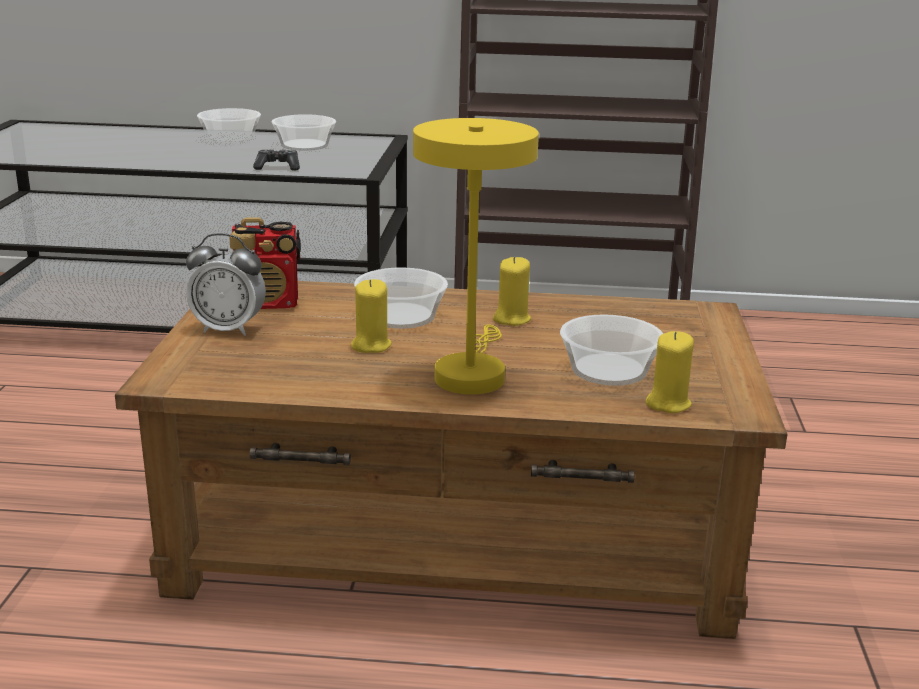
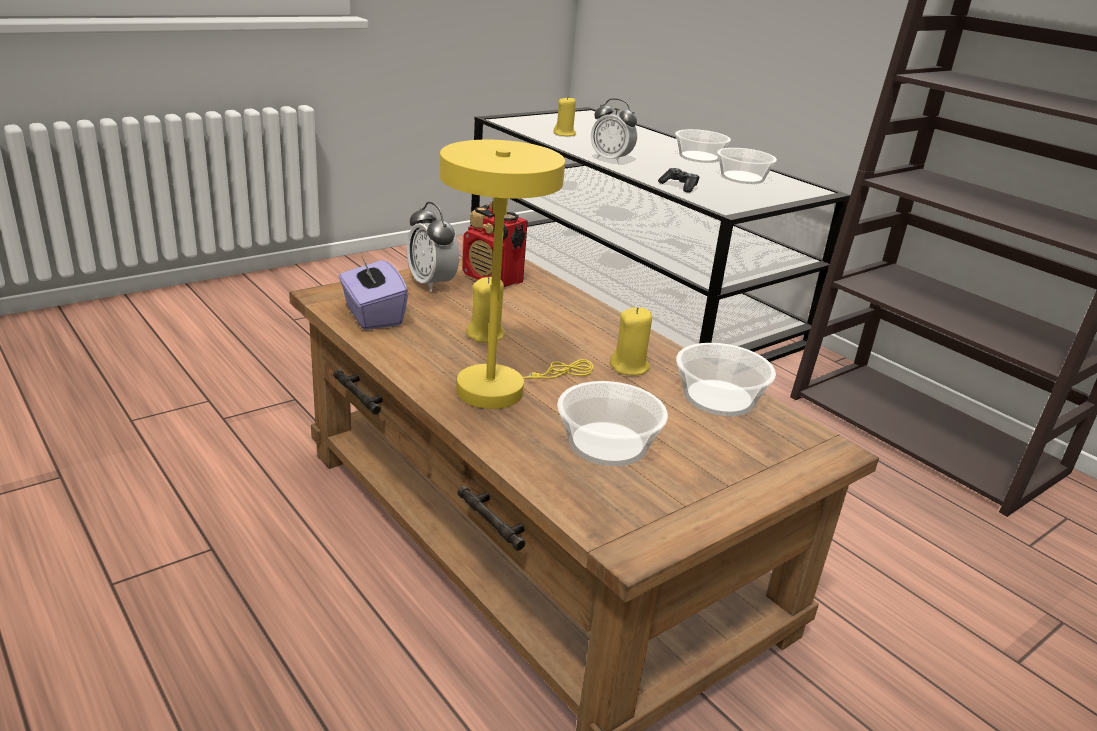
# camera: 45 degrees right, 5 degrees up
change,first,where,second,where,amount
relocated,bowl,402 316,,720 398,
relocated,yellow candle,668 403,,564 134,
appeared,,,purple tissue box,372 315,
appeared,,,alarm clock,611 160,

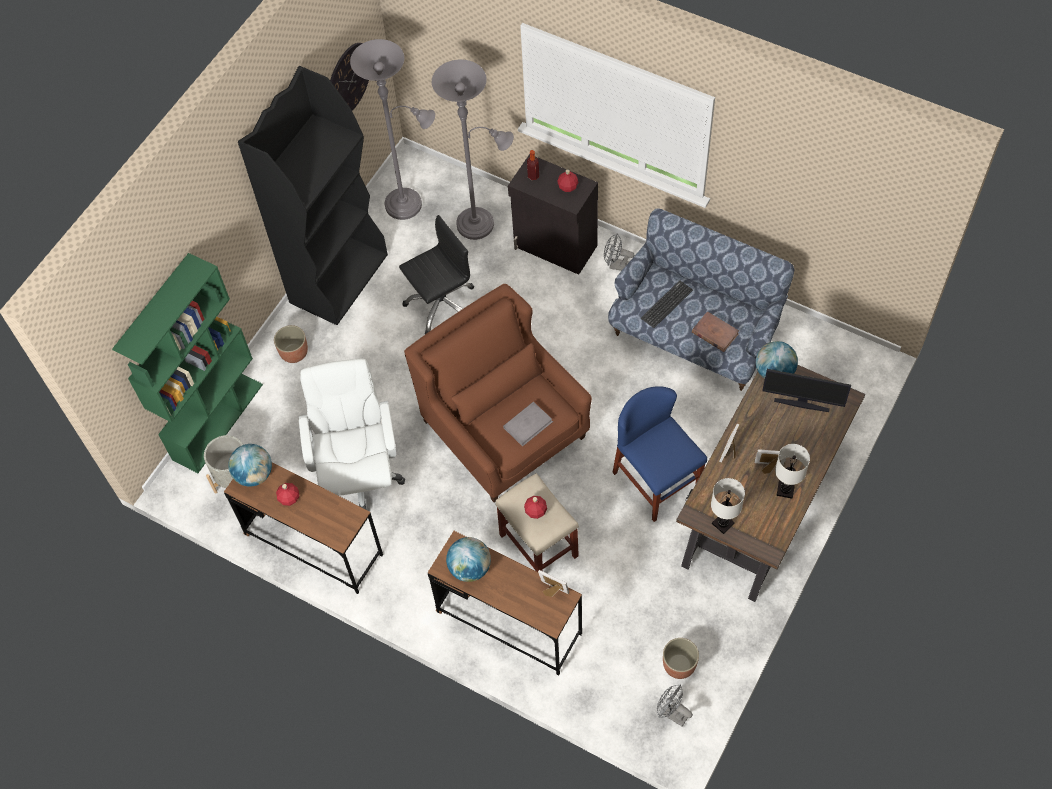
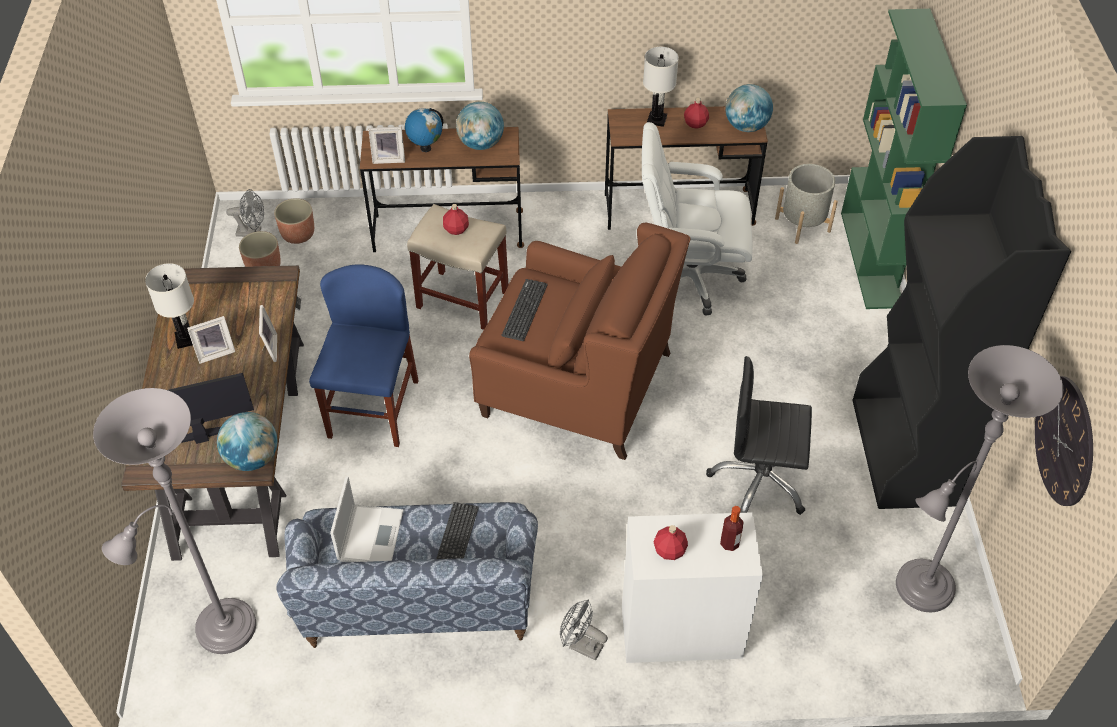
# camera: 145 degrees right, 10 degrees down
change,first,where,second,where,amount
relocated,planter,294 352,,298 234,
spun,white office chair,359 475,,689 277,135 degrees clockwise
spun,black office chair,441 304,,759 481,75 degrees clockwise
relocated,grey floor lamp,480 223,,218 632,
exchanged,grey book,528 425,keyboard,524 310,
colour,black cabinet,555 247,white cabinet,680 630,
spun,grey fan,616 265,,581 645,135 degrees counterclockwise
spun,blue chair,656 482,,373 409,105 degrees counterclockwise
exchanged,brown book,714 333,laptop,370 534,
relocated,white table lamp,723 523,,656 120,
appeared,,,globe,425 148,

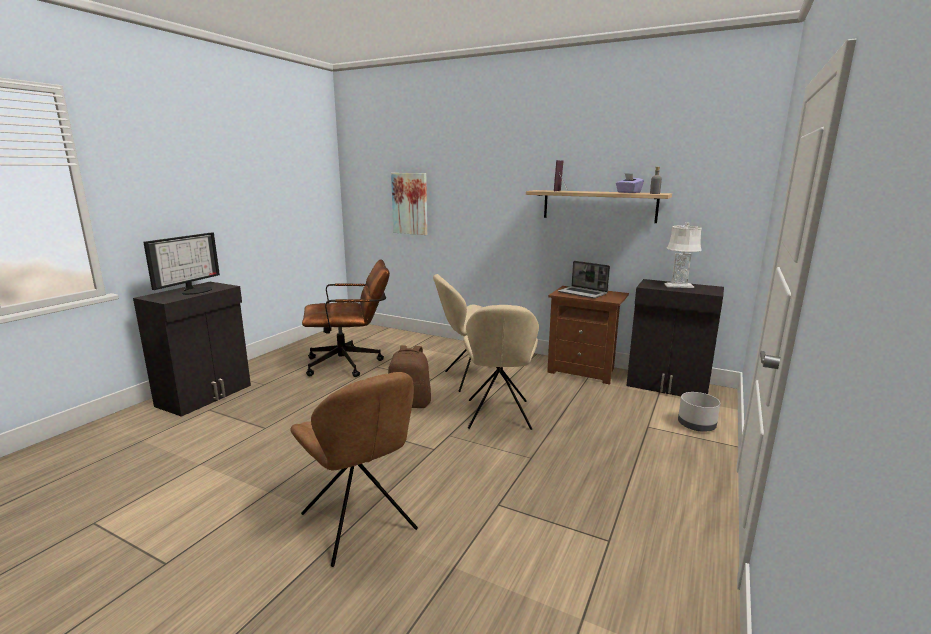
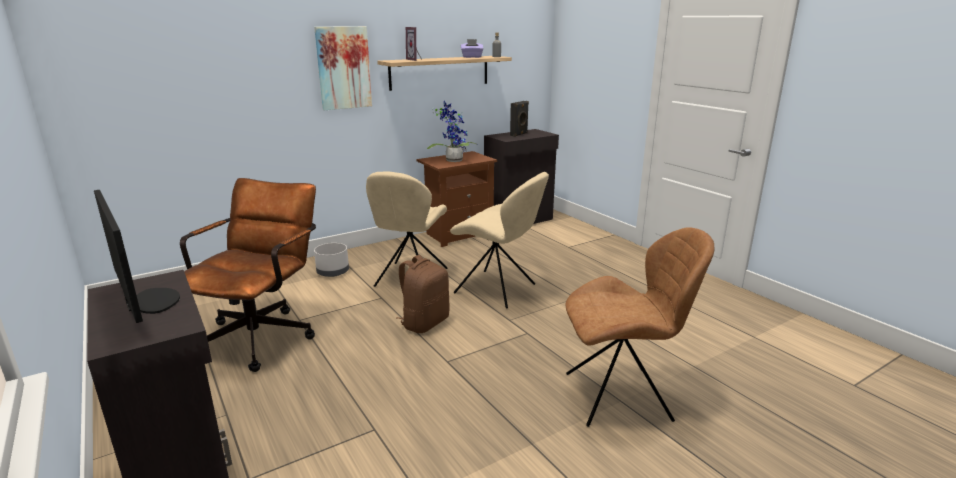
# camera: 60 degrees left, 5 degrees up
change,first,where,second,where,amount
relocated,picture,410 203,,343 68,
exchanged,laptop,583 293,potted plant,453 160,
exchanged,white table lamp,679 286,black speaker,519 134,
relocated,grey planter,697 425,,333 272,

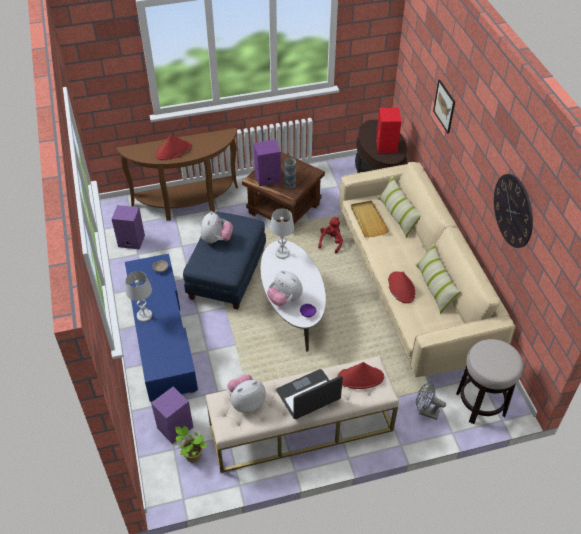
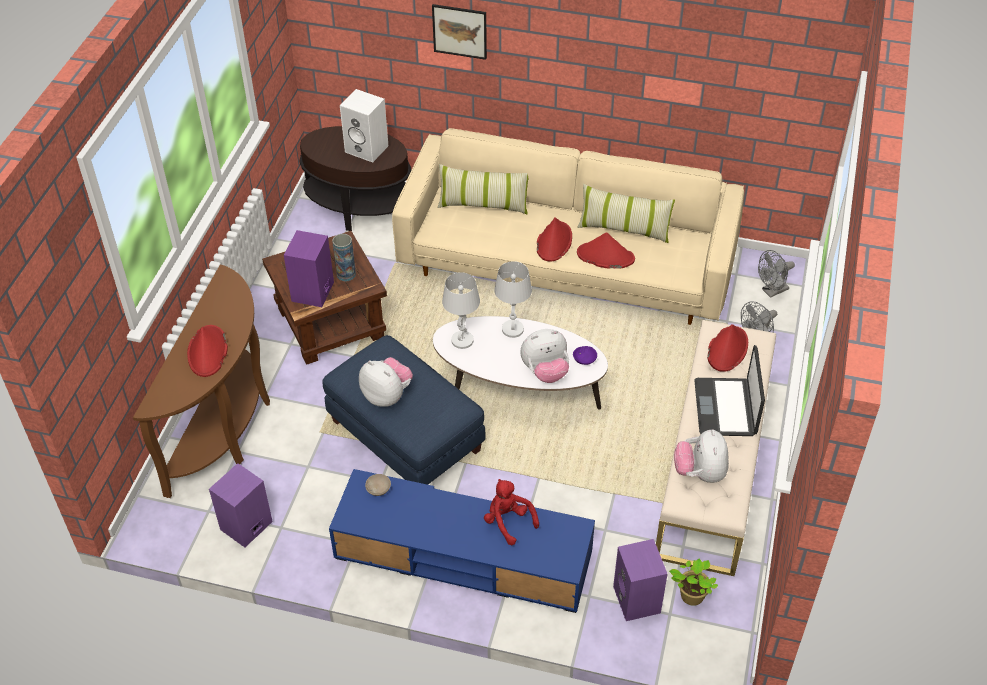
# camera: 60 degrees left, 0 degrees up
change,first,where,second,where,amount
relocated,white table lamp,144 315,,512 329,
relocated,red plush toy,331 242,,508 521,
missing,beige tray,368 220,,,
colour,red speaker,387 146,white speaker,368 148,
exchanged,stool,481 404,grey fan,772 291,
missing,wall clock,513 210,,,
appeared,,,red hat,554 242,

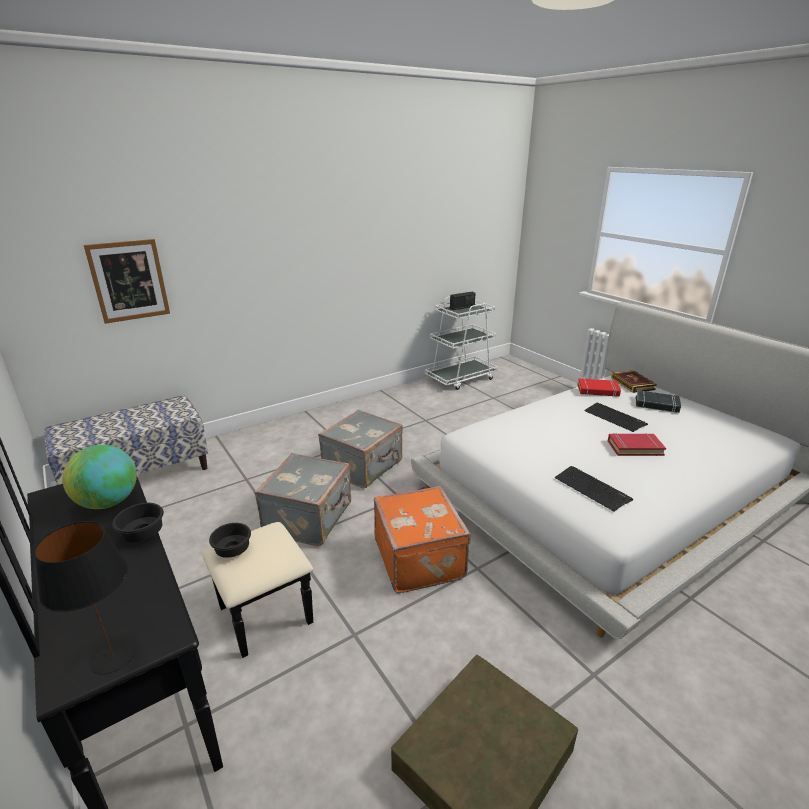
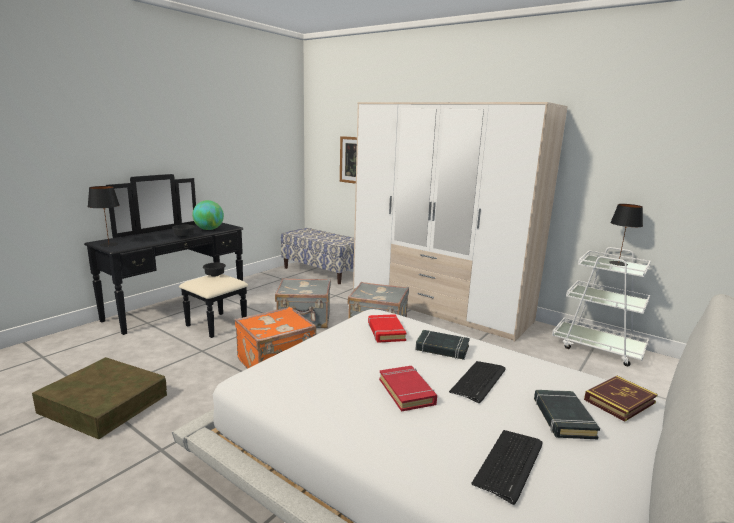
# camera: 70 degrees right, 10 degrees down
change,first,where,second,where,amount
exchanged,radio,462 307,black table lamp,618 263,
relocated,keyboard,592 488,,509 464,
relocated,red book,598 390,,386 331,
appeared,,,wardrobe,438 307,
appeared,,,black book,442 348,

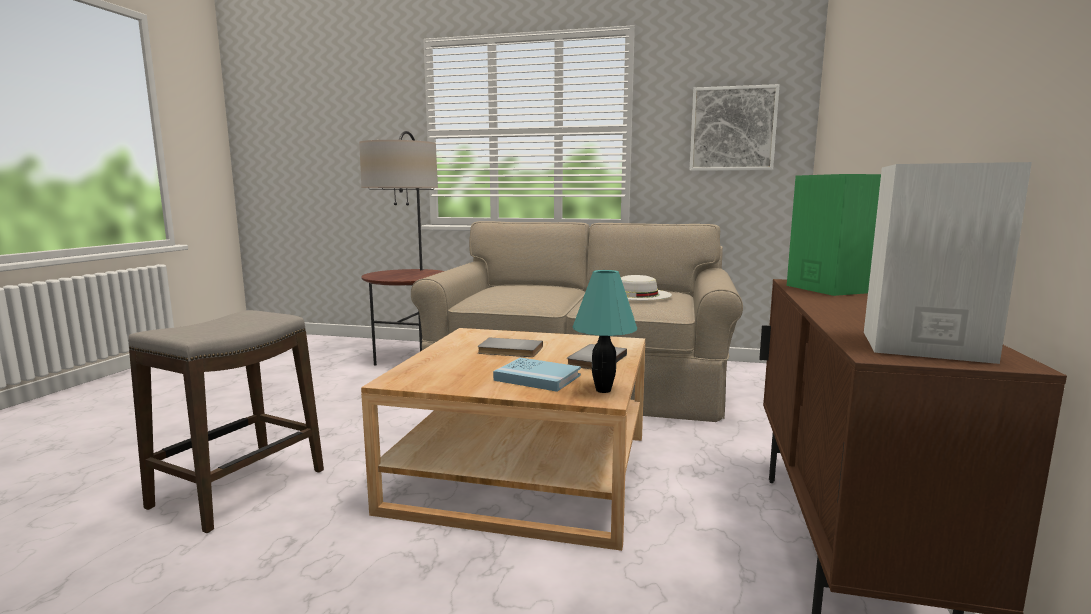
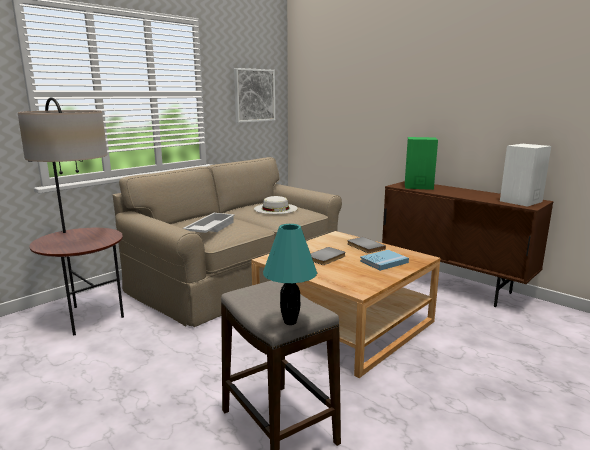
# camera: 60 degrees left, 5 degrees up
change,first,where,second,where,amount
relocated,turquoise table lamp,604 390,,290 322,
appeared,,,white tray,210 228,

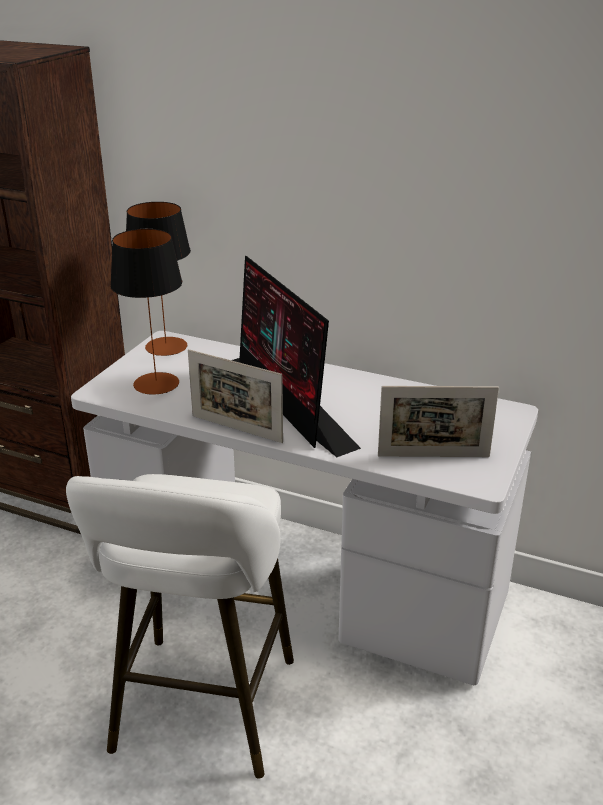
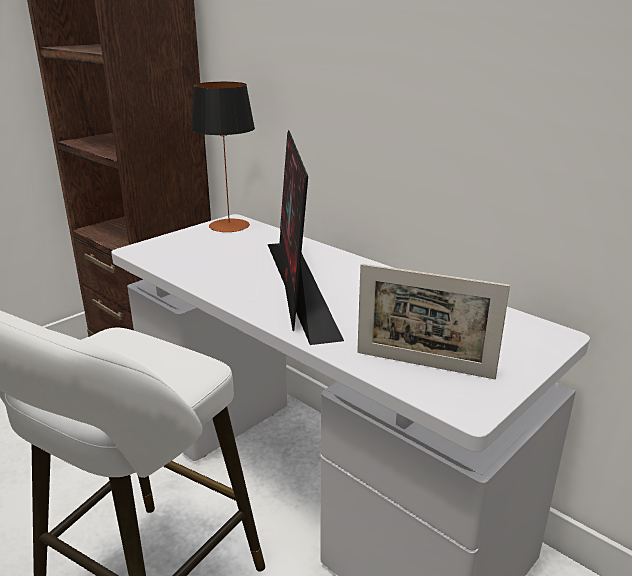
# camera: 20 degrees right, 5 degrees down
change,first,where,second,where,amount
missing,table lamp,156 384,,,
missing,picture frame,236 429,,,

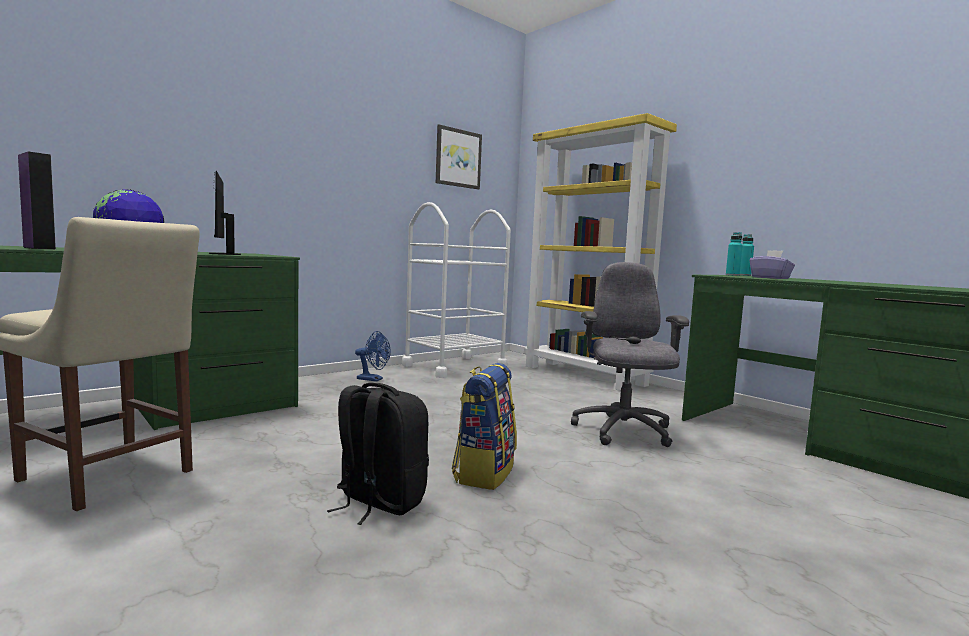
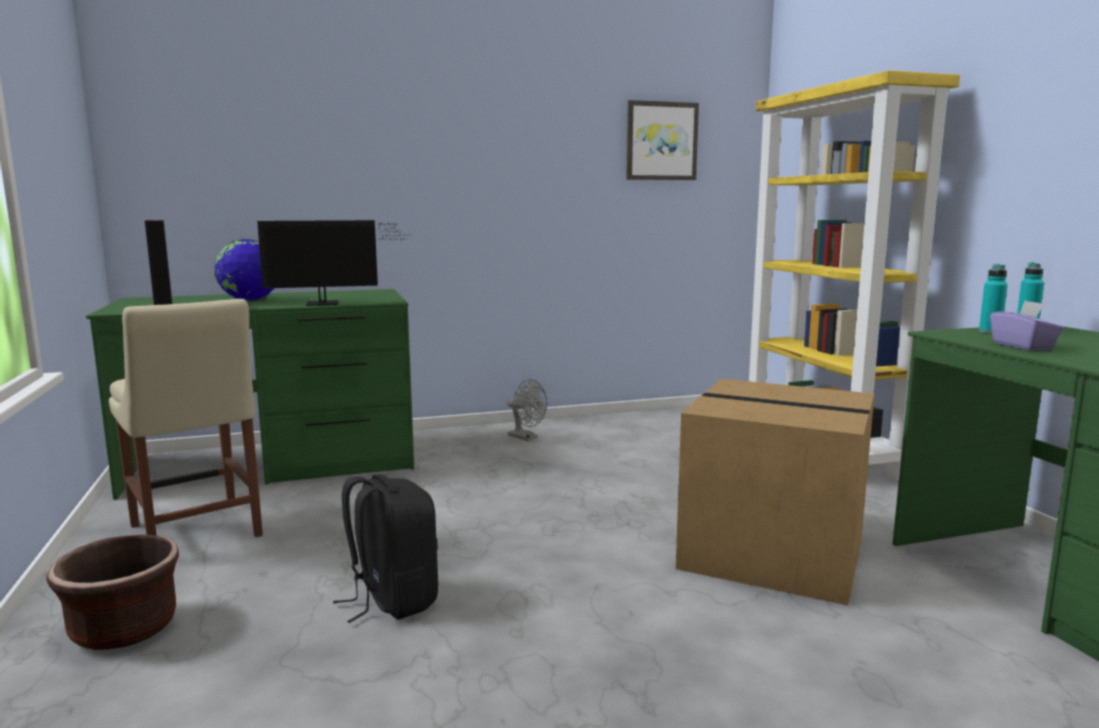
# camera: 25 degrees right, 5 degrees up
change,first,where,second,where,amount
spun,monitor,223 254,,328 303,105 degrees counterclockwise
colour,blue fan,373 379,grey fan,526 438,
missing,white cart,454 366,,,
missing,backpack,483 472,,,
exchanged,grey office chair,623 431,cardboard box,776 551,
appeared,,,brown planter,124 629,

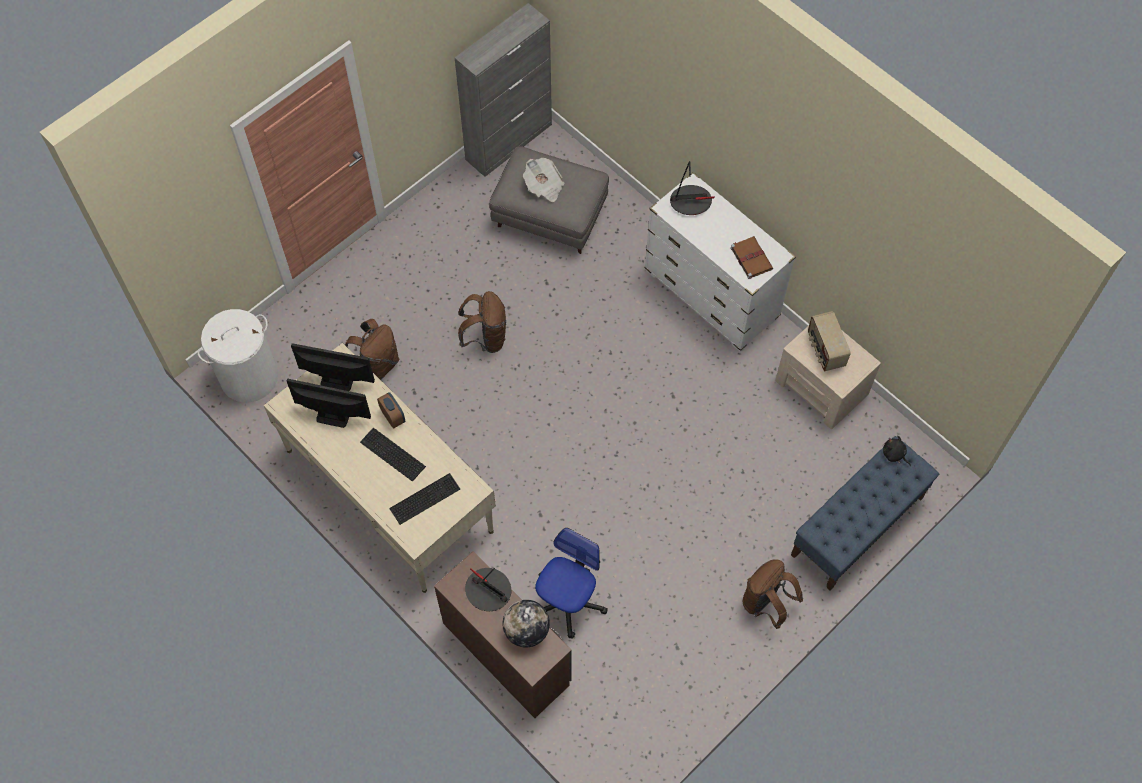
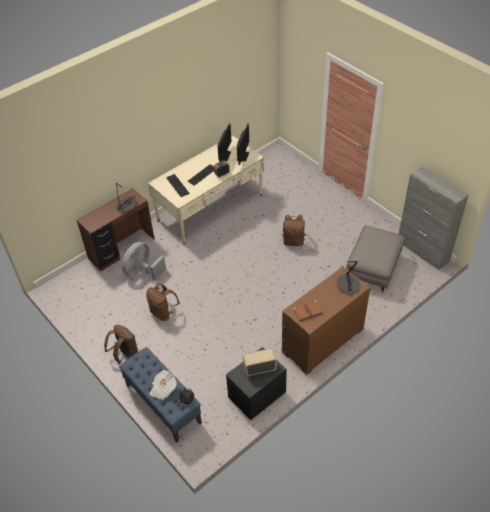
# camera: 95 degrees right, 15 degrees down
change,first,where,second,where,amount
missing,white laundry basket,249 376,,,
relocated,brown backpack,377 365,,163 312,
missing,globe,526 630,,,
relocated,newspaper,544 186,,163 389,
exchanged,office chair,567 601,grey fan,142 271,
colour,white dresser,711 294,brown dresser,322 342,
colour,beige nightstand,822 388,black nightstand,256 394,

